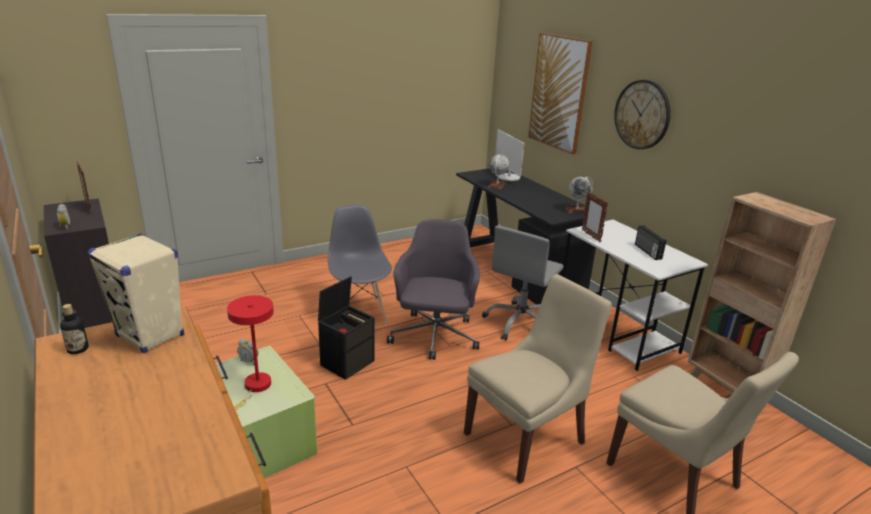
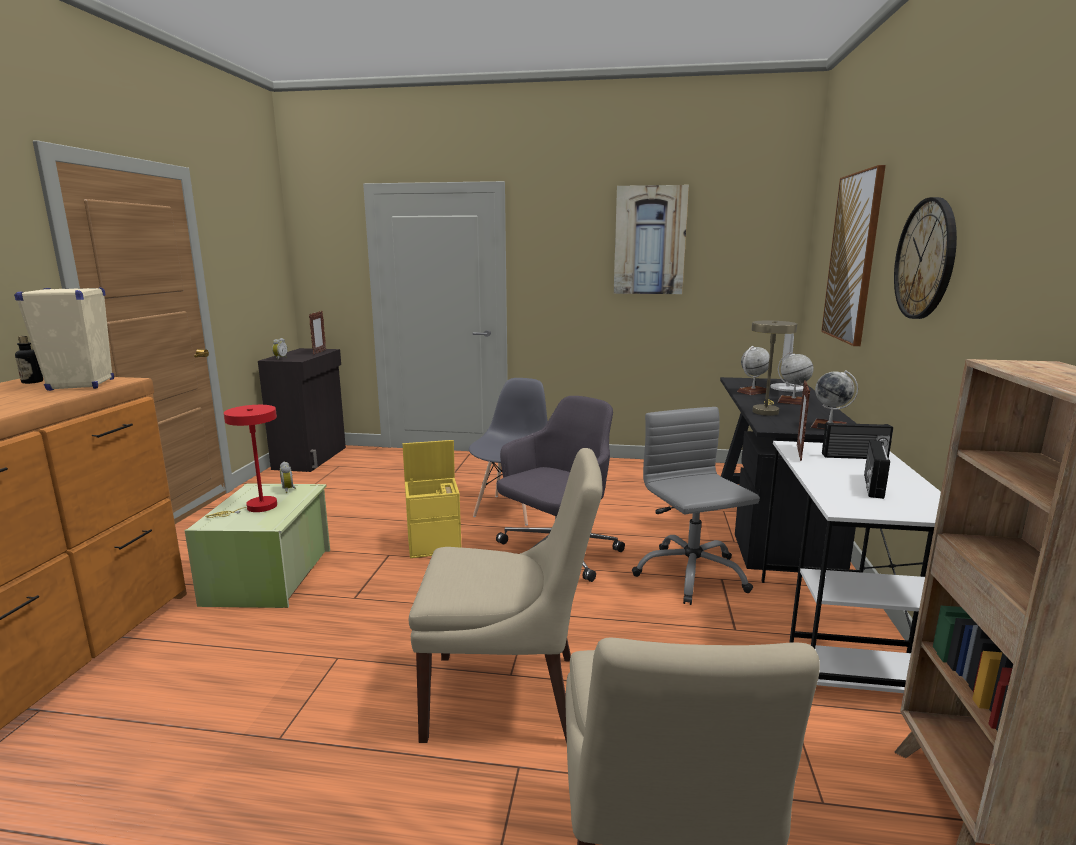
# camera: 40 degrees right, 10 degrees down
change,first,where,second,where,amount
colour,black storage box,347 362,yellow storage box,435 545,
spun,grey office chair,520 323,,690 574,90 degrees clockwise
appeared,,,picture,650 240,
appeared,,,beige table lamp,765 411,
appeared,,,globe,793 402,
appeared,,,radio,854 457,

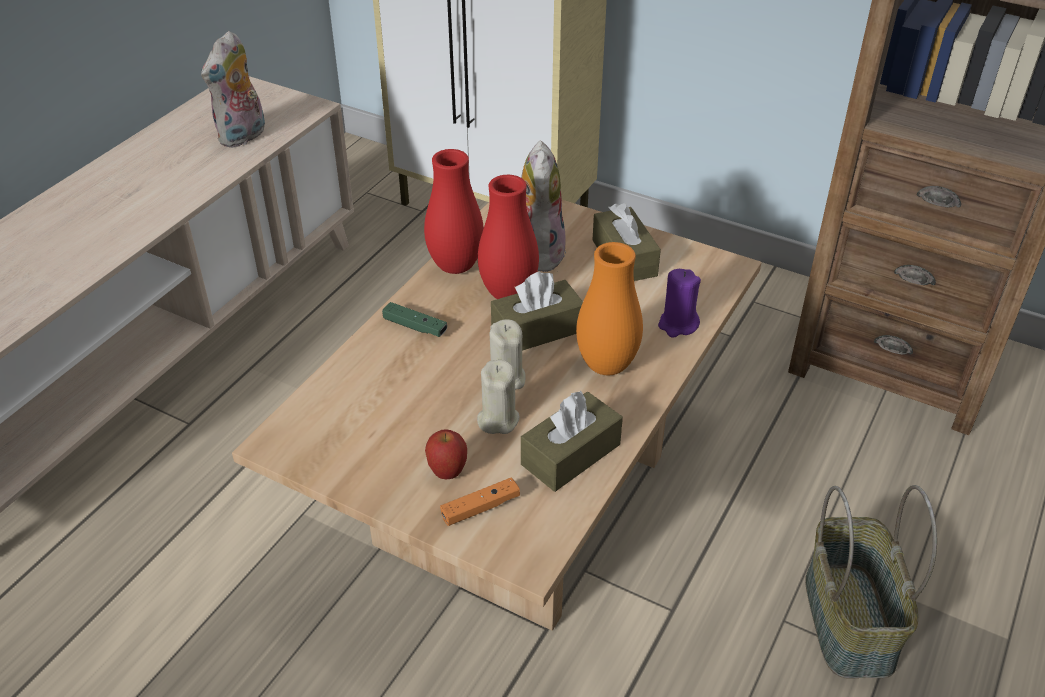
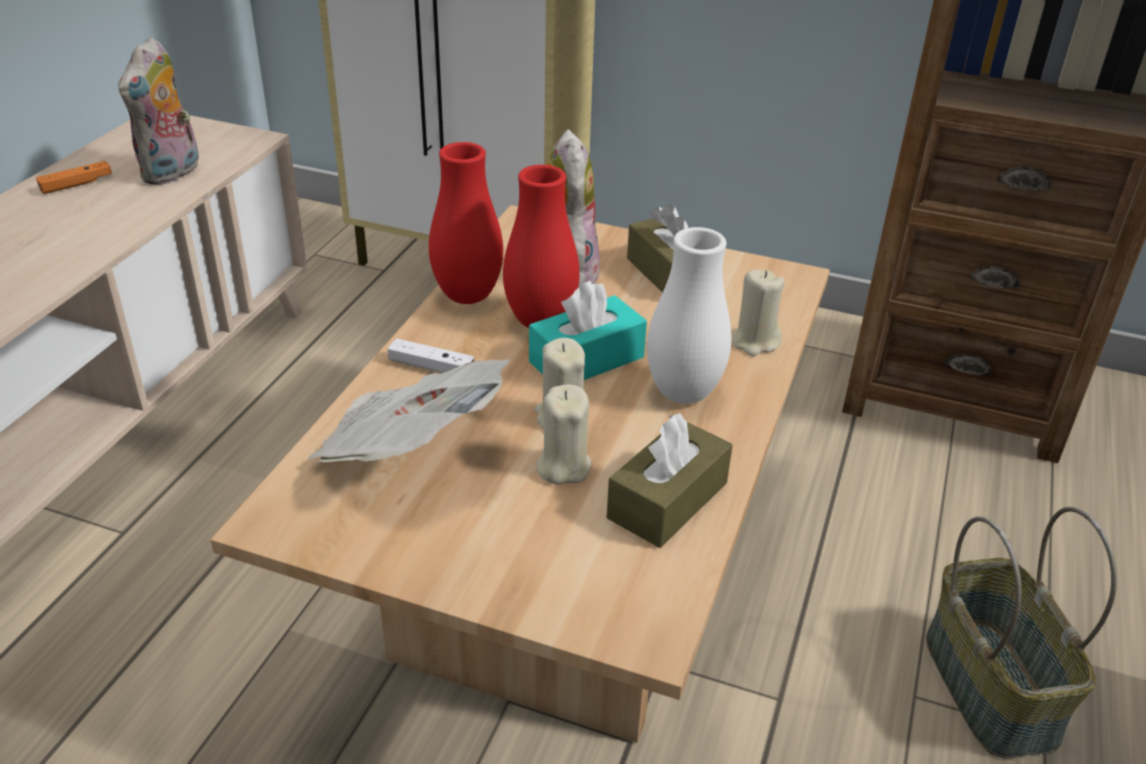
# camera: 10 degrees left, 5 degrees down
change,first,where,second,where,amount
colour,green game controller,415 326,white game controller,431 366,
missing,apple,447 472,,,
relocated,orange game controller,480 508,,76 184,
colour,brown tissue box,537 330,turquoise tissue box,586 360,
colour,orange vase,606 365,white vase,683 393,
colour,purple candle,678 324,beige candle,755 342,
appeared,,,newspaper,410 451,

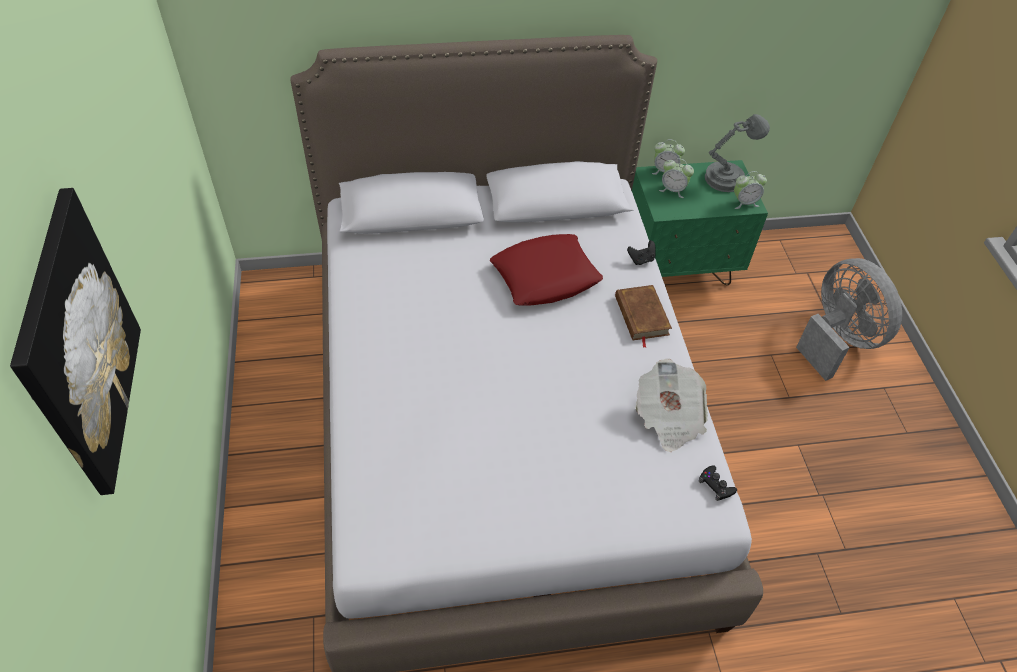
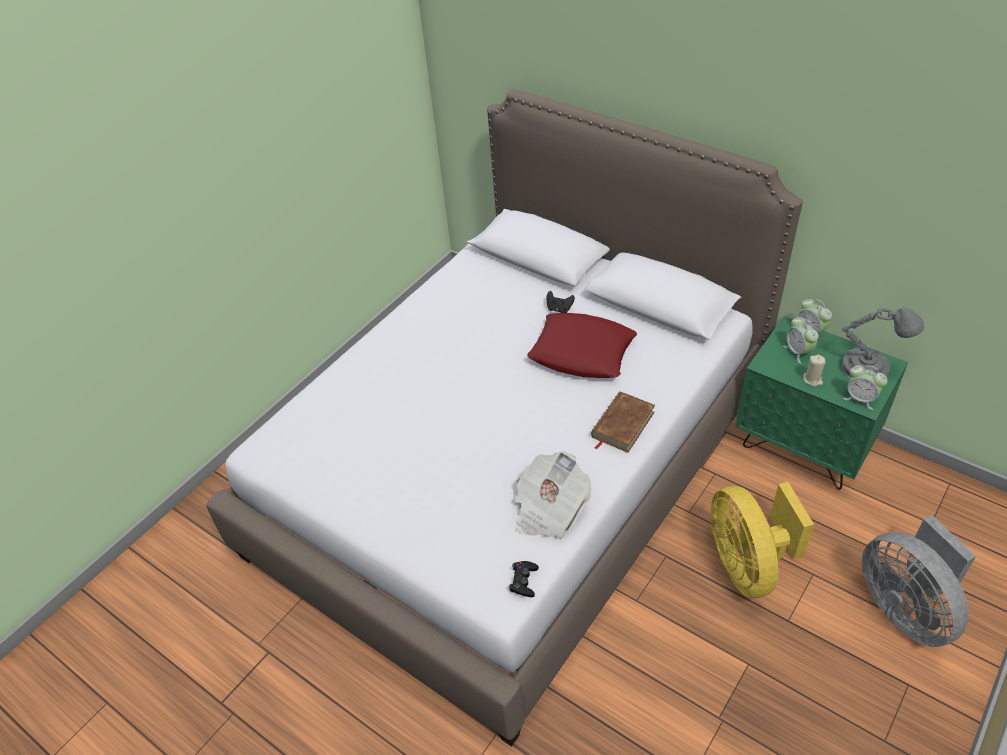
# camera: 50 degrees right, 5 degrees down
change,first,where,second,where,amount
missing,picture,78 345,,,
relocated,black game controller,641 259,,559 309,
spun,grey fan,836 339,,905 608,135 degrees clockwise
appeared,,,yellow fan,747 564,
appeared,,,beige candle,812 379,

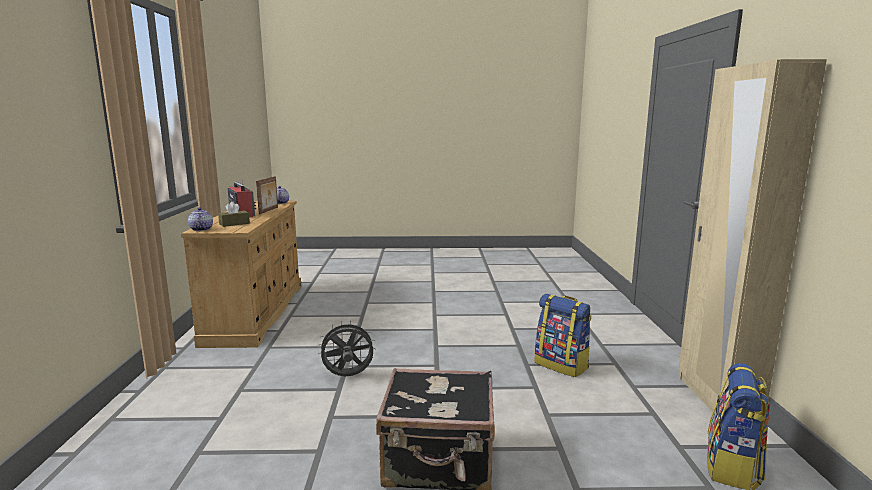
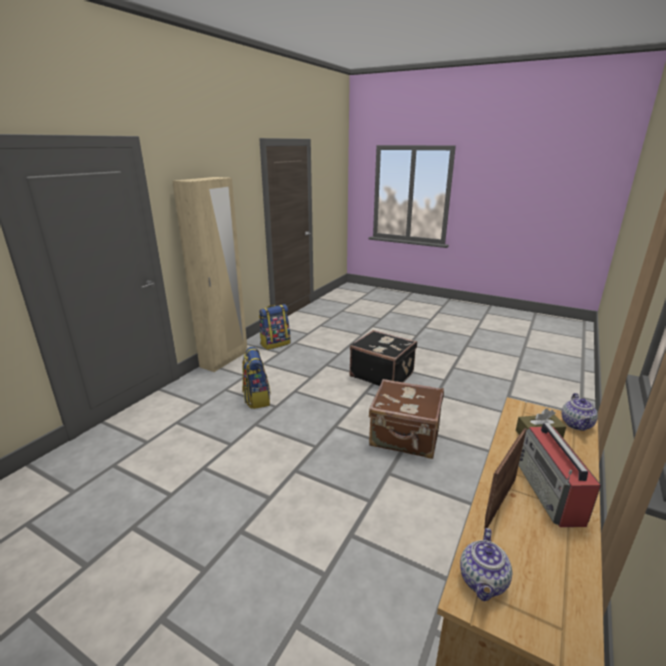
# camera: 150 degrees left, 10 degrees up
change,first,where,second,where,amount
exchanged,grey fan,348 376,brown suitcase,405 437,

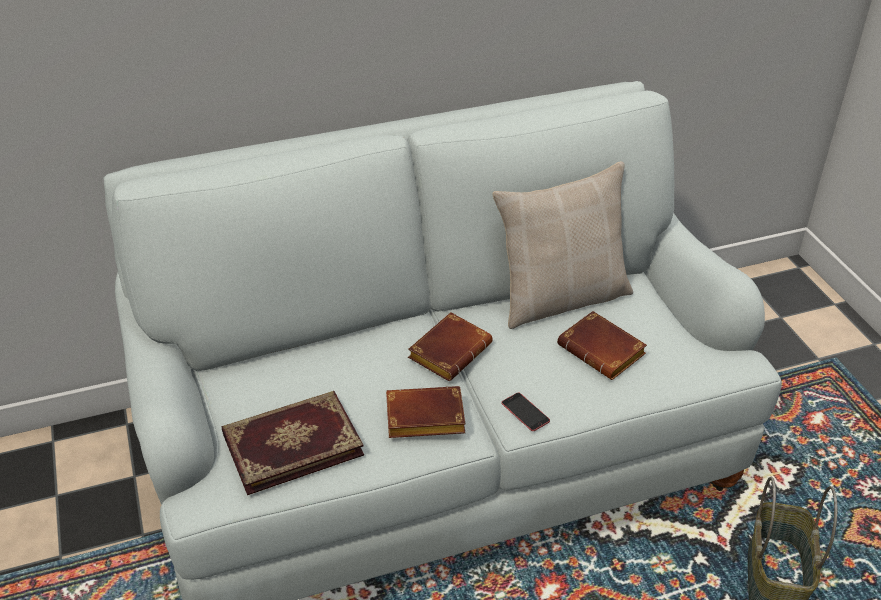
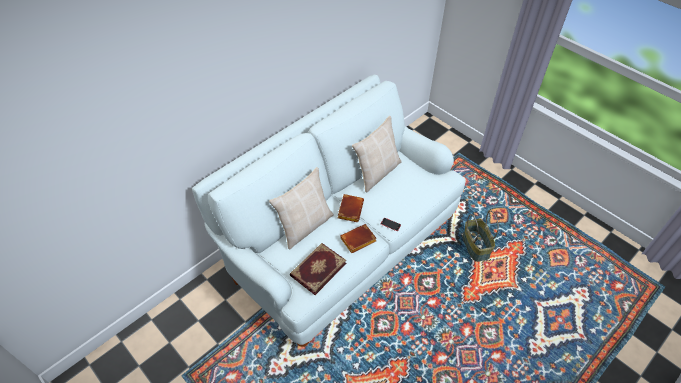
# camera: 25 degrees left, 10 degrees up
change,first,where,second,where,amount
missing,brown book,604 351,,,
appeared,,,beige pillow,305 226,

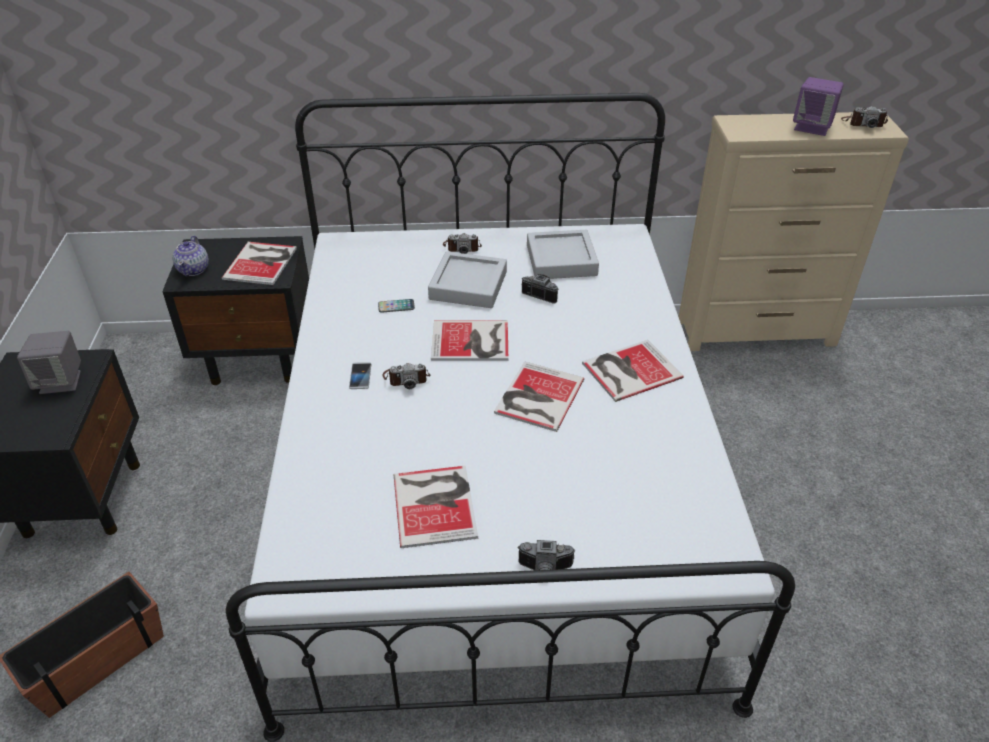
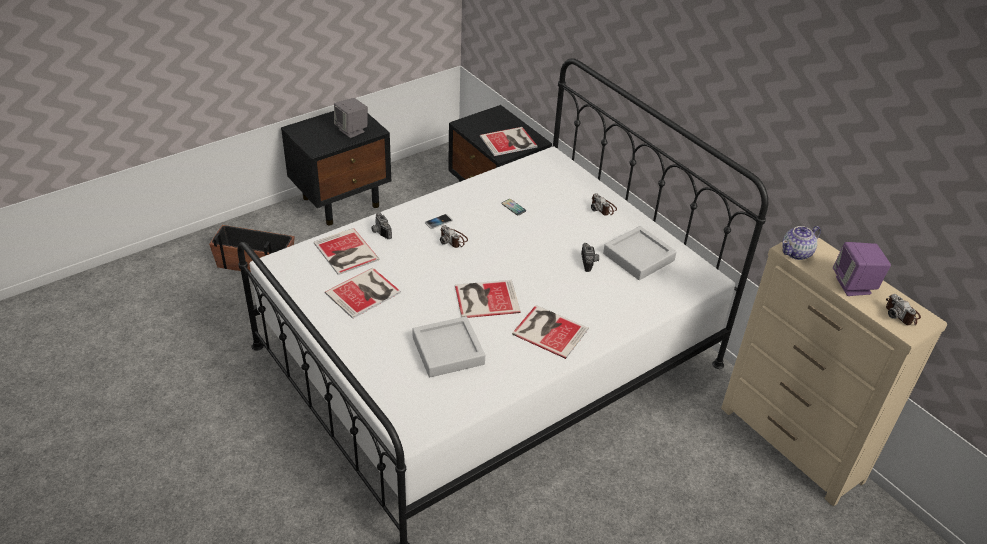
# camera: 55 degrees right, 0 degrees up
change,first,where,second,where,amount
relocated,teapot,194 269,,797 253,
relocated,grey tray,468 285,,448 351,
relocated,book,472 342,,345 253,
relocated,photo camera,545 569,,379 232,

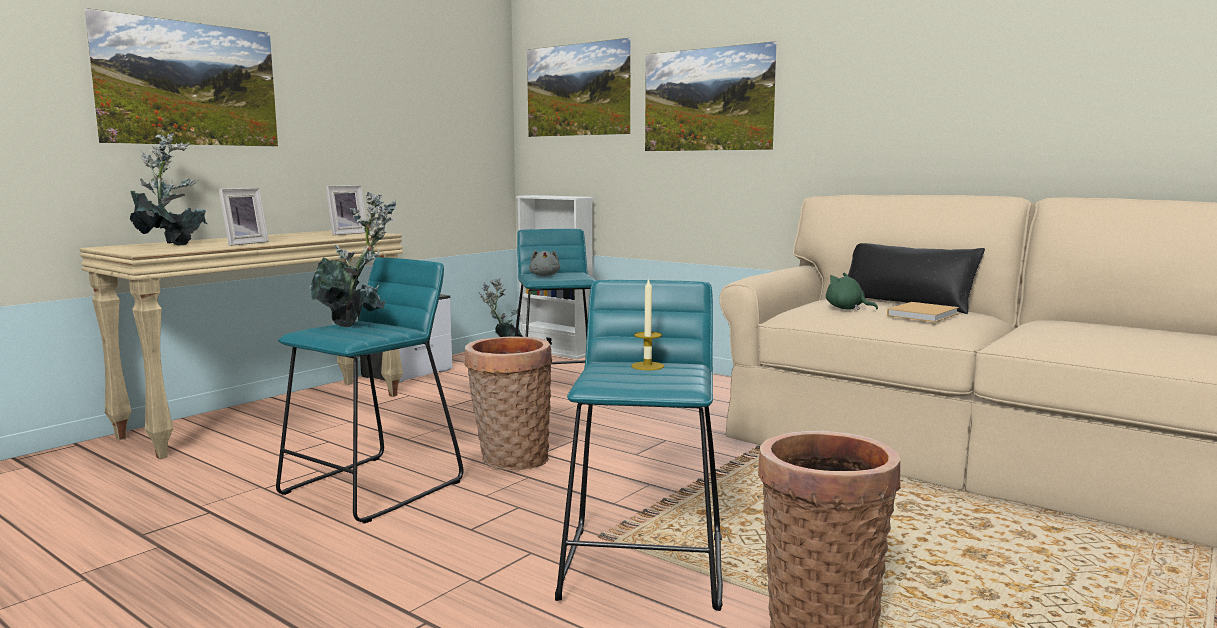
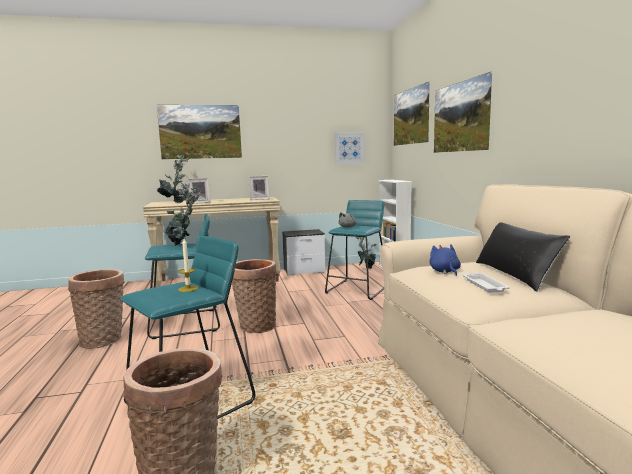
# camera: 40 degrees right, 0 degrees up
change,first,where,second,where,amount
colour,green plush toy,847 309,blue plush toy,444 272,
exchanged,beige book,923 314,white tray,485 286,
appeared,,,basket,104 340,
appeared,,,picture,349 148,

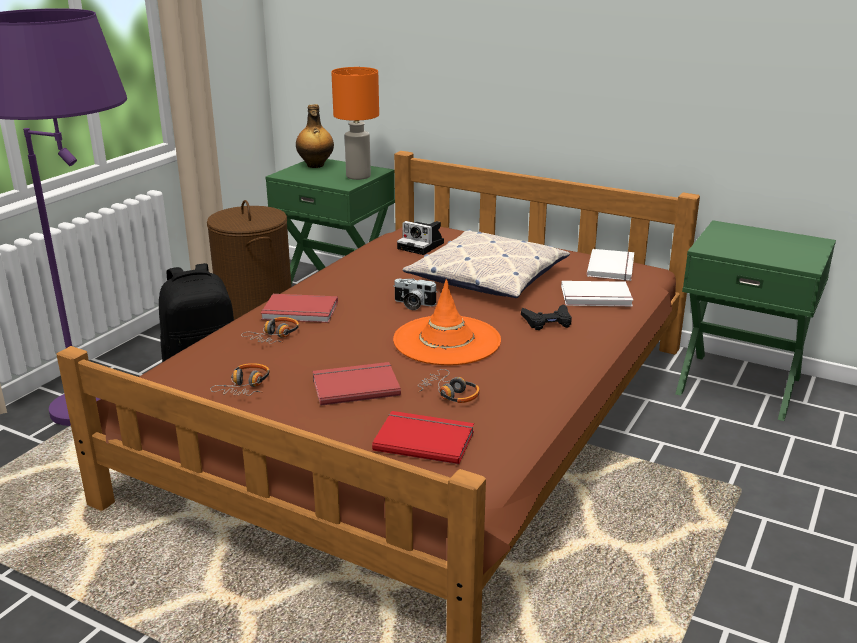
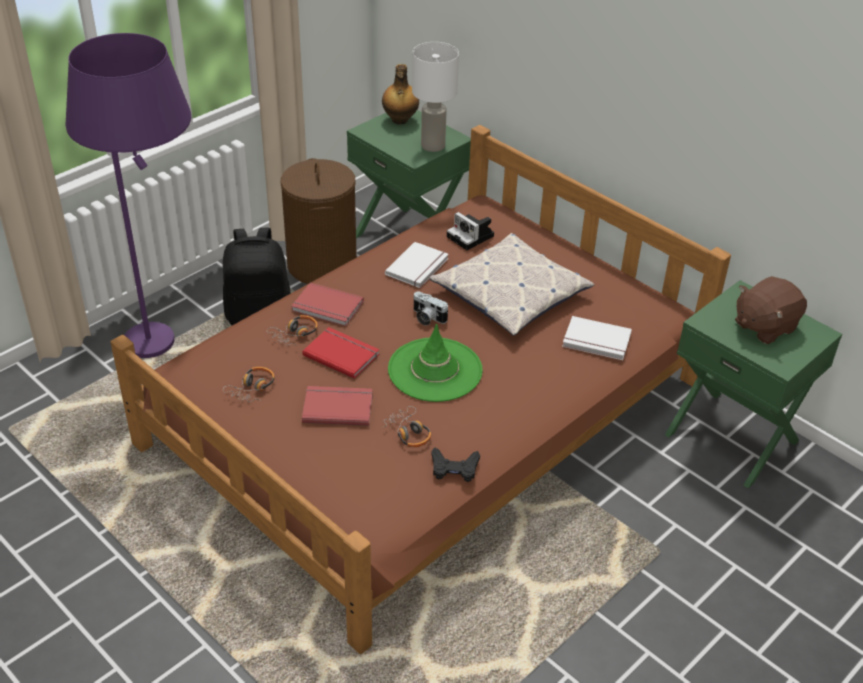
# camera: 15 degrees right, 15 degrees up
change,first,where,second,where,amount
colour,orange table lamp,357 176,white table lamp,432 146,
relocated,red book,424 439,,342 353,
colour,orange hat,446 341,green hat,435 370,
relocated,black game controller,547 322,,454 468,
relocated,white book,613 267,,419 267,
appeared,,,brown plush toy,764 326,

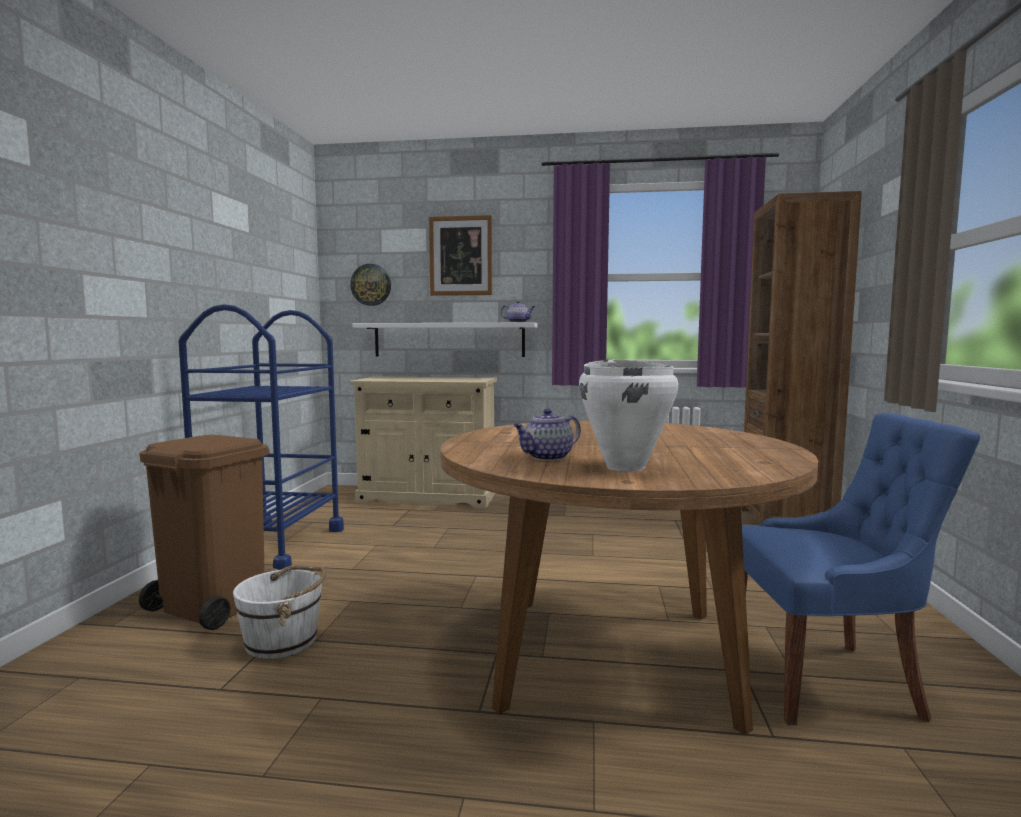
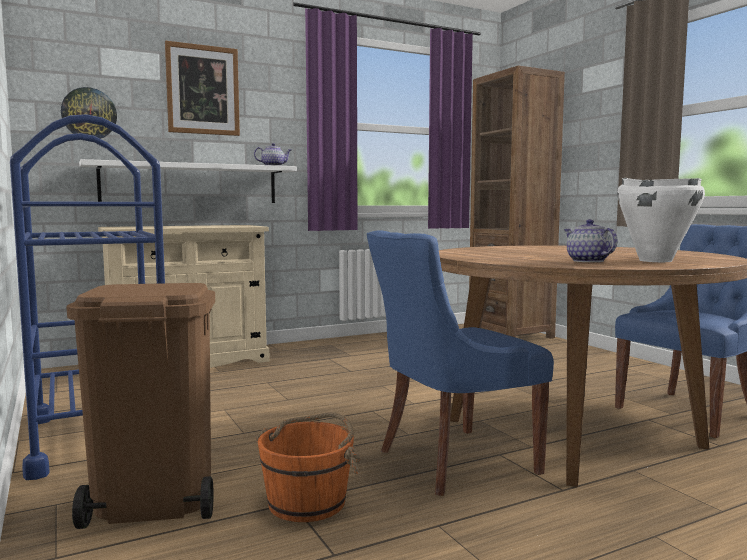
# camera: 35 degrees left, 0 degrees up
change,first,where,second,where,amount
colour,white bucket,283 641,orange bucket,308 502,
spun,teapot,547 457,,587 261,135 degrees clockwise
appeared,,,blue chair,453 461,

